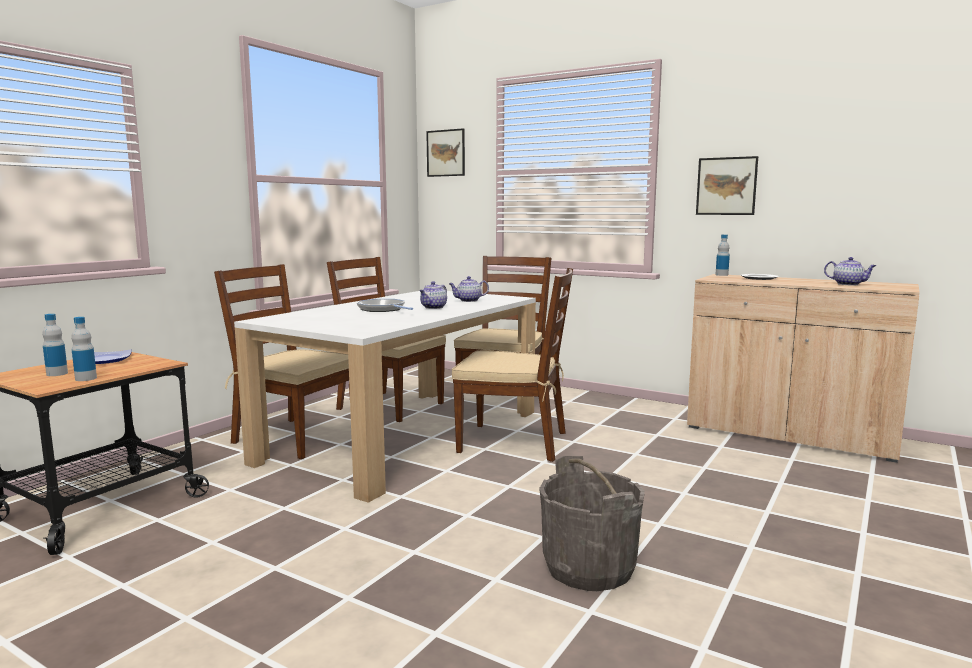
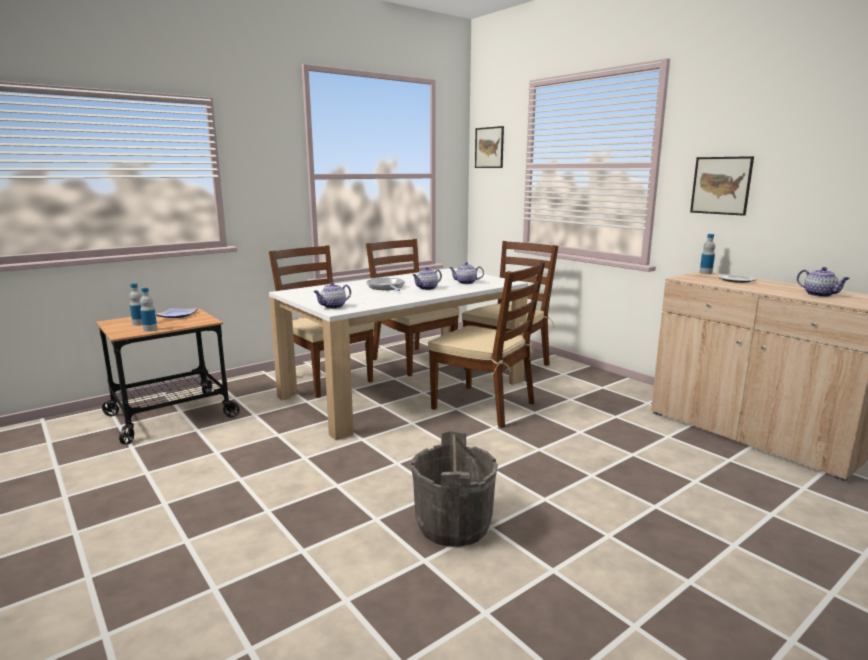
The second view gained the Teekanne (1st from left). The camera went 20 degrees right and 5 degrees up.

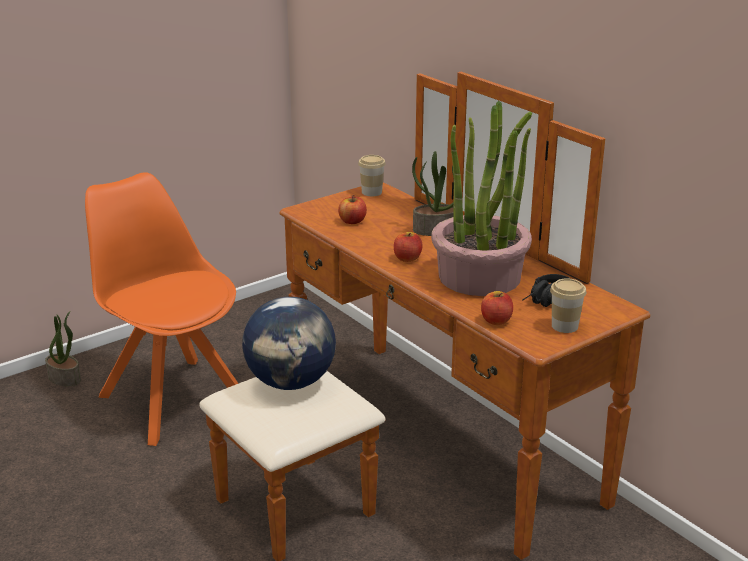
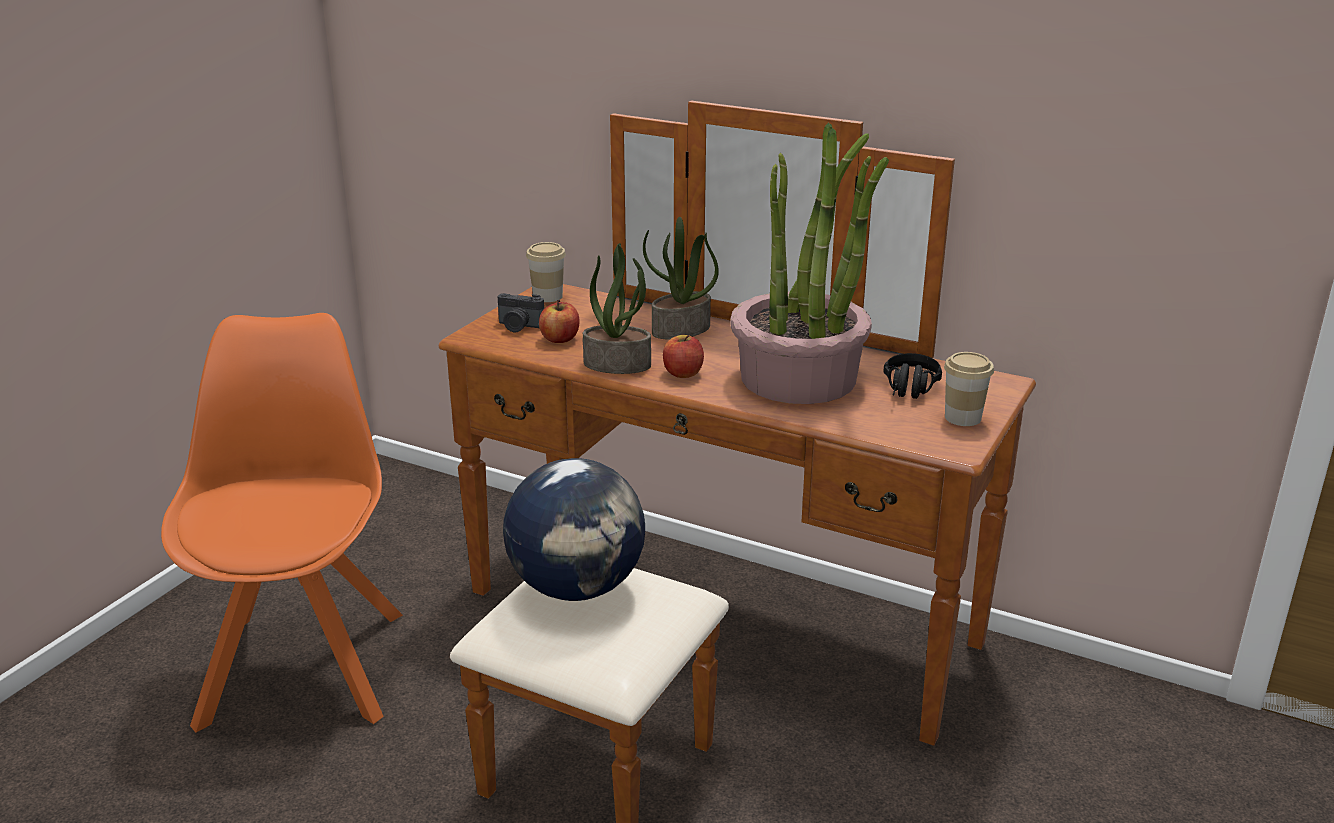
The second view lost the Apfel (3rd from left). The second view gained the Kamera. The Topfpflanze (1st from left) ended up elsewhere. The Stuhl [orange] ended up facing another way, 60 degrees clockwise from before. The camera went 25 degrees left and 0 degrees up.

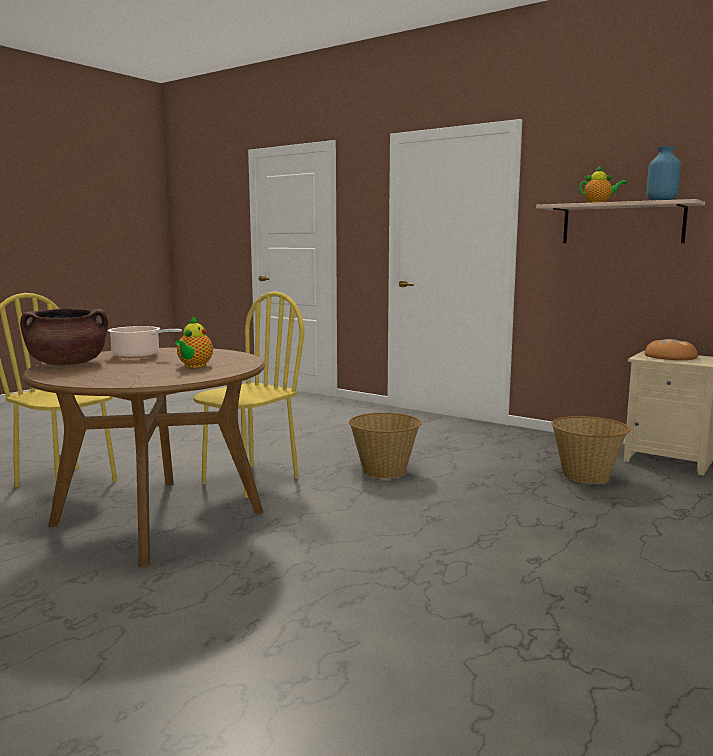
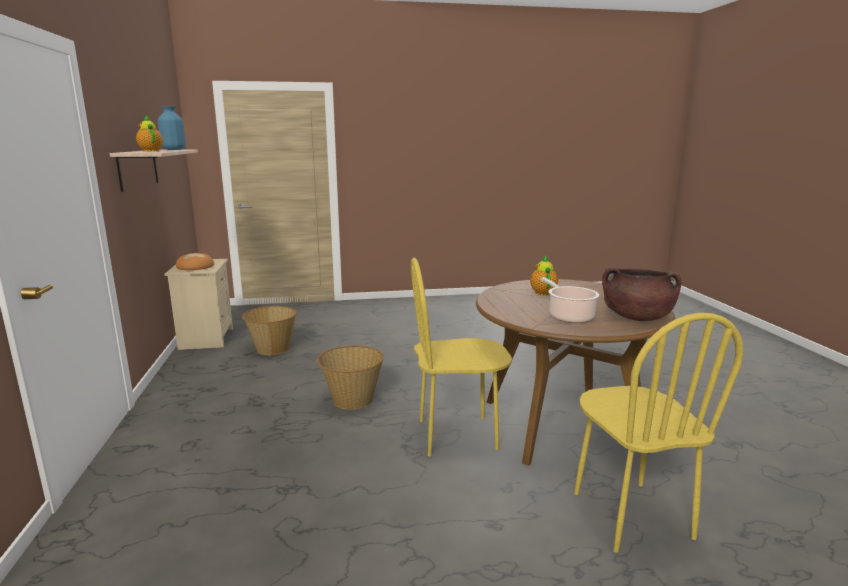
The Teekanne (1st from left in the first image) ended up facing another way, 60 degrees counterclockwise from before. The camera went 135 degrees left and 5 degrees up.

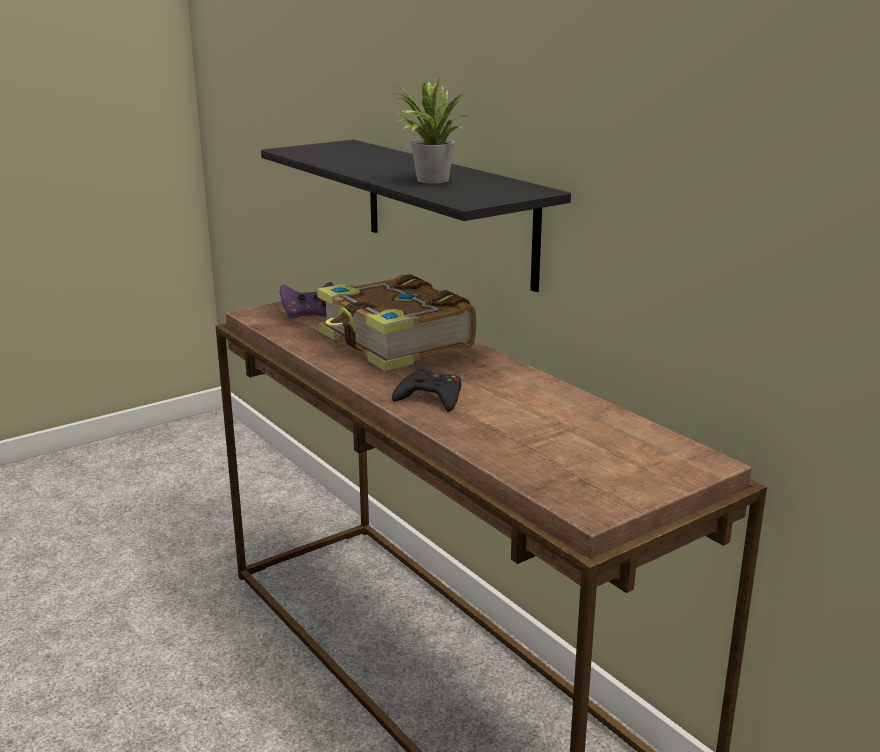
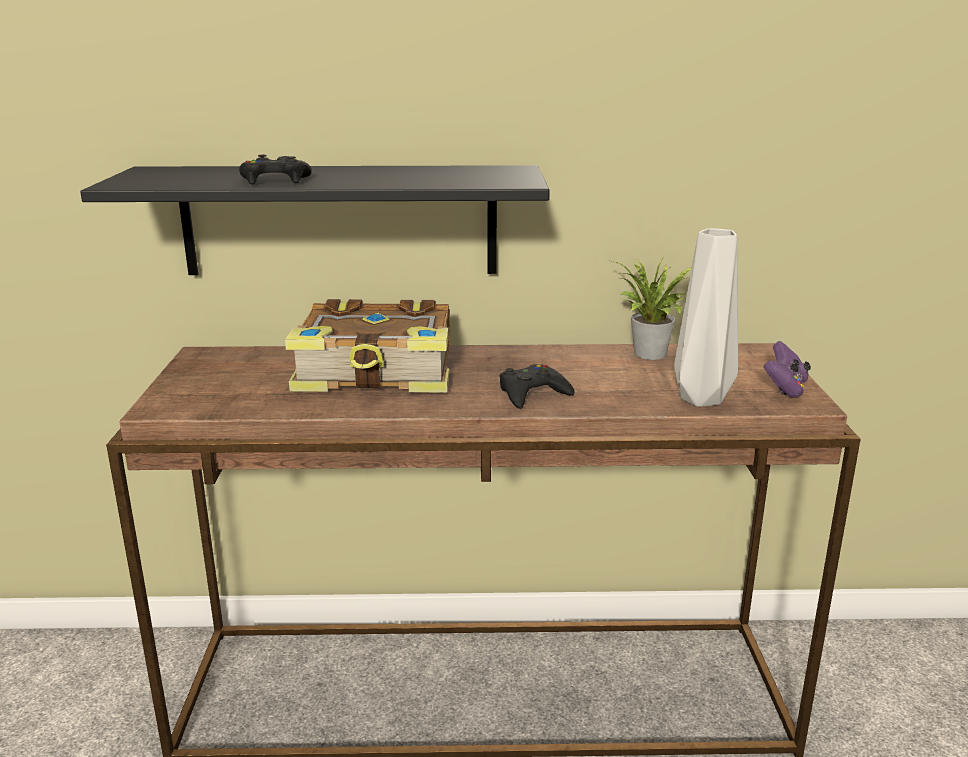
The second view gained the Gamepad [schwarz] (1st from left). The second view gained the Vase [grau]. The Gamepad [lila] ended up elsewhere. The Topfpflanze ended up elsewhere. The camera went 55 degrees left and 0 degrees up.

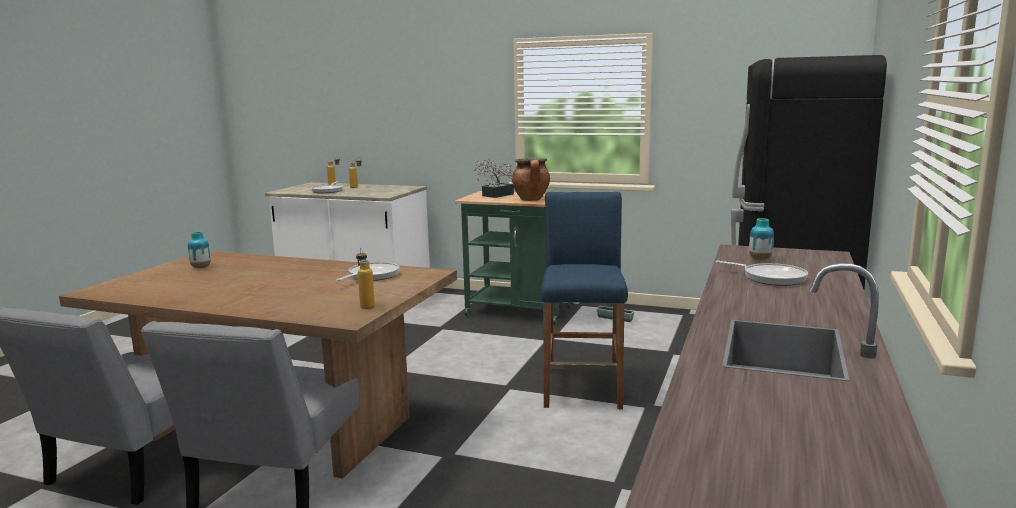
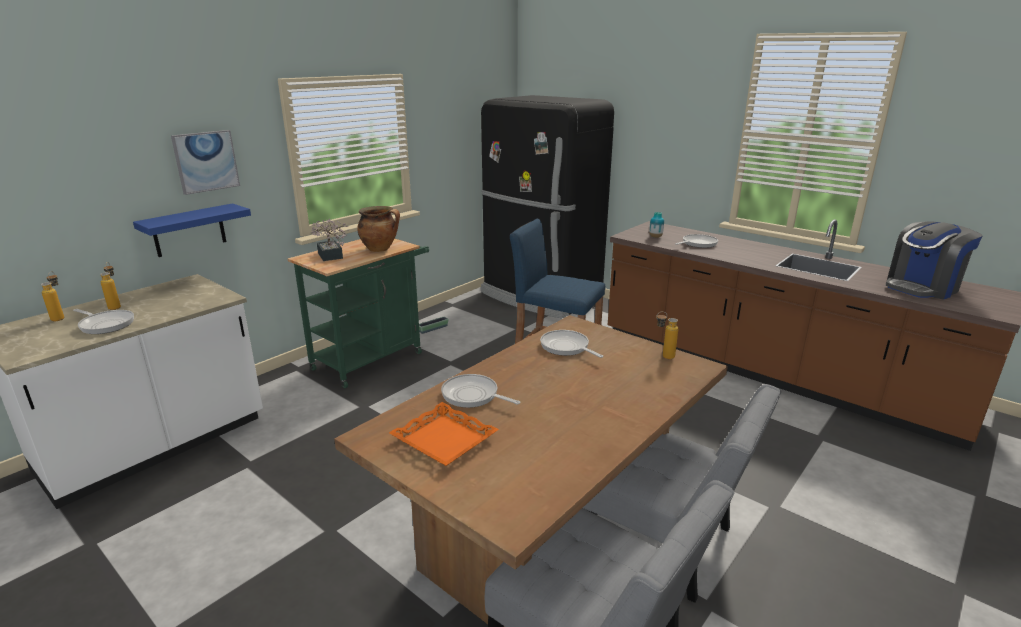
The second view gained the Wandregal [blau]. The second view gained the Bild. The second view gained the Pfanne (2nd from left). The second view gained the Kaffeemaschine. Where the Vase (1st from left) stood, the Tablett [orange] came to stand. The camera went 70 degrees left and 10 degrees up.

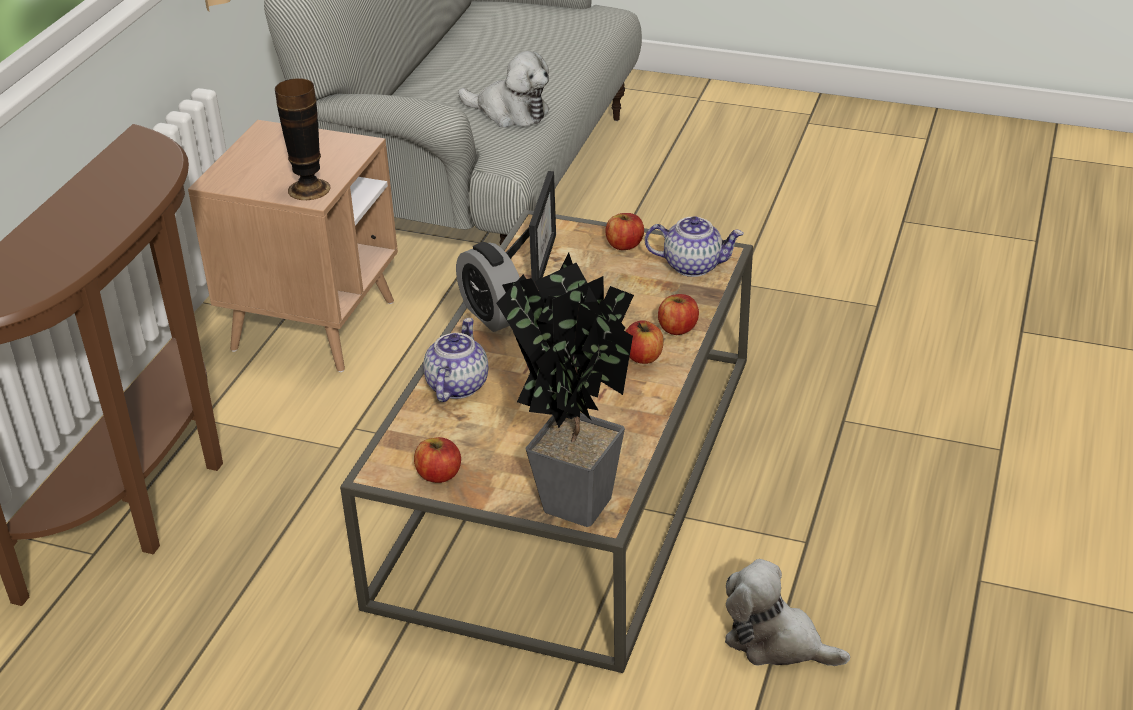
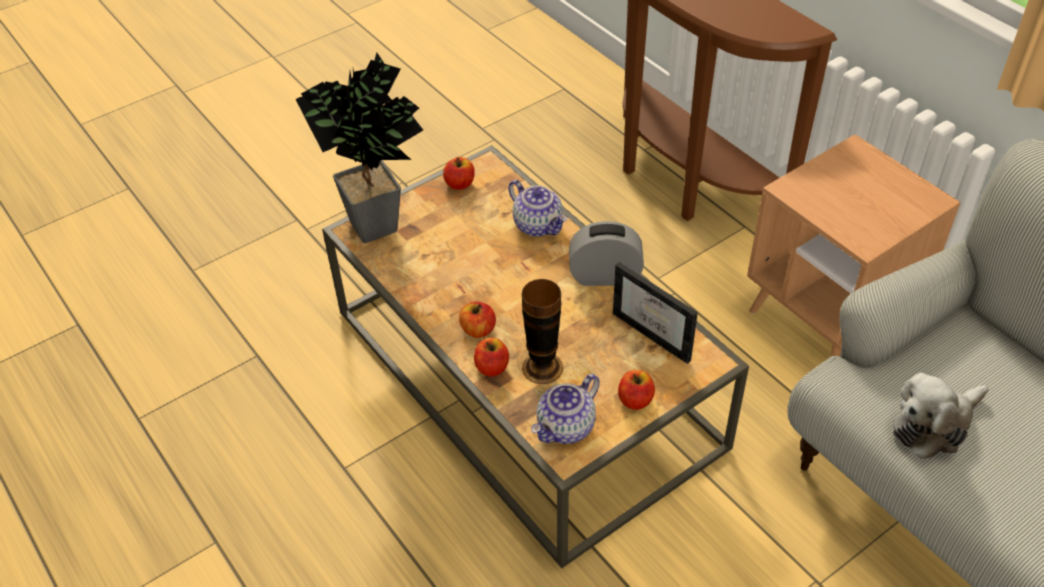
The second view lost the Plüschtier (2nd from left). The Vase ended up elsewhere. The camera went 125 degrees right and 10 degrees up.

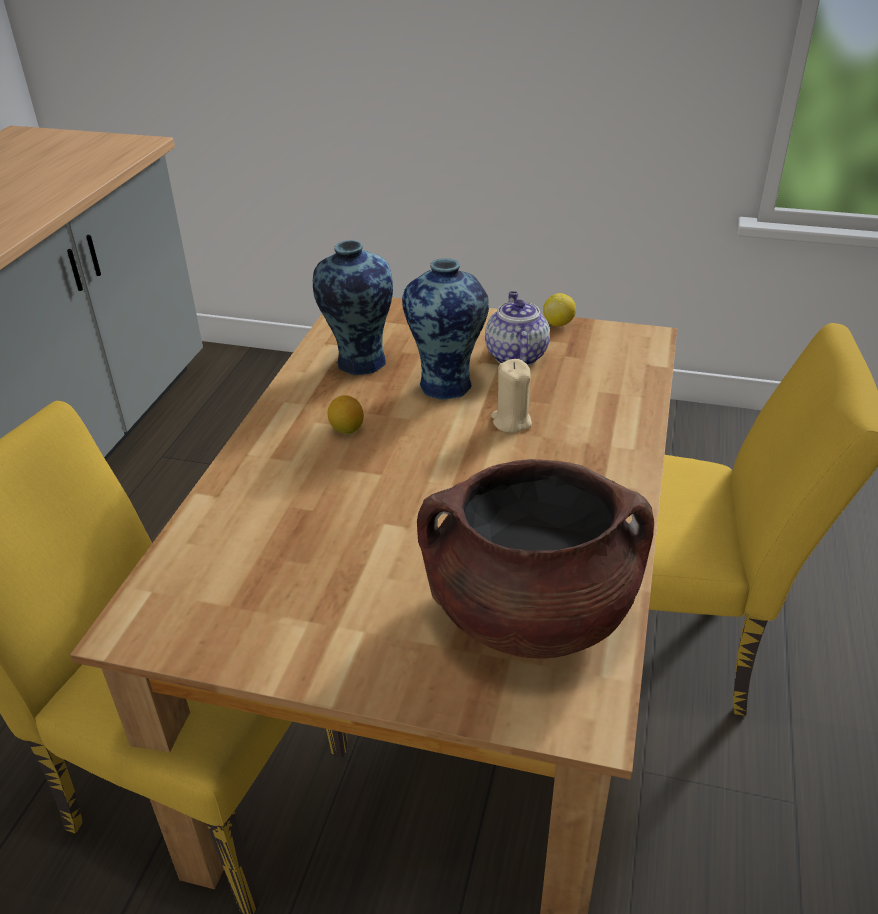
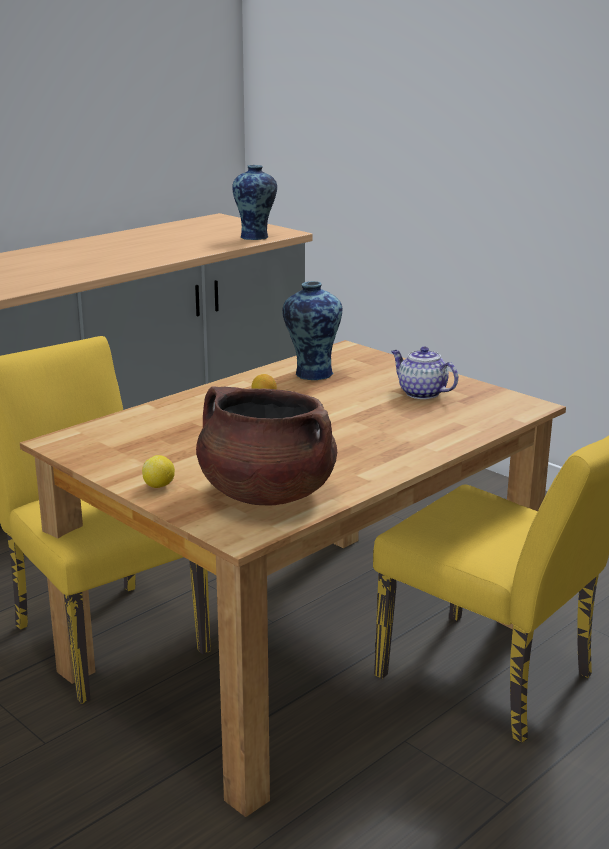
The second view lost the Kerze [beige]. The Vase (2nd from left in the first image) ended up elsewhere. The Zitrone (2nd from left in the first image) ended up elsewhere. The Teekanne ended up facing another way, 75 degrees counterclockwise from before. The camera went 30 degrees right and 15 degrees down.

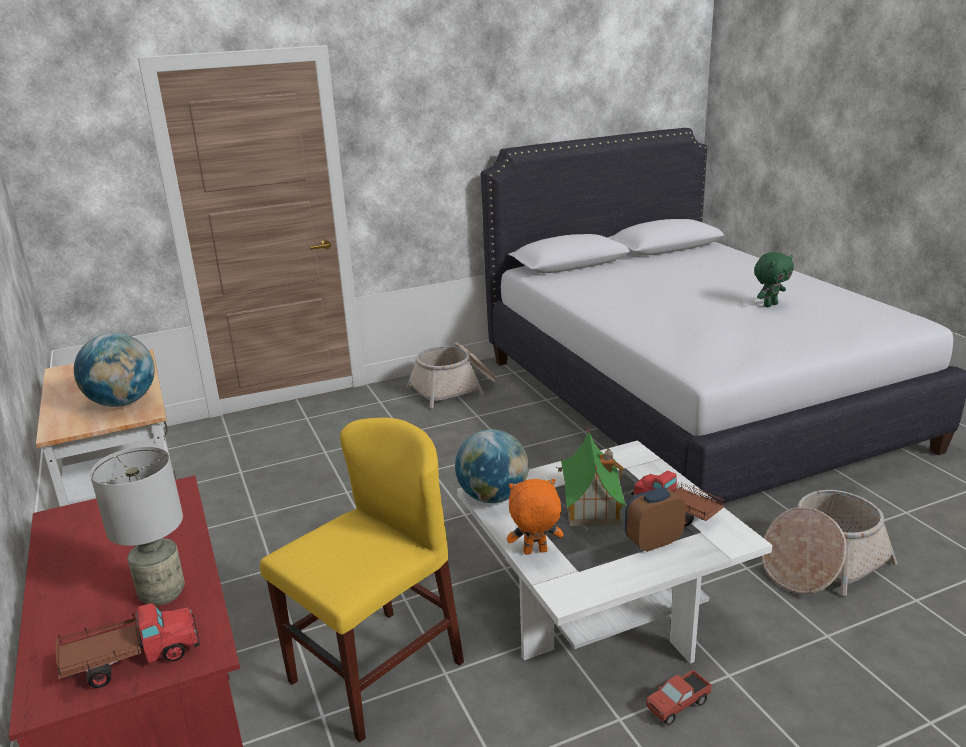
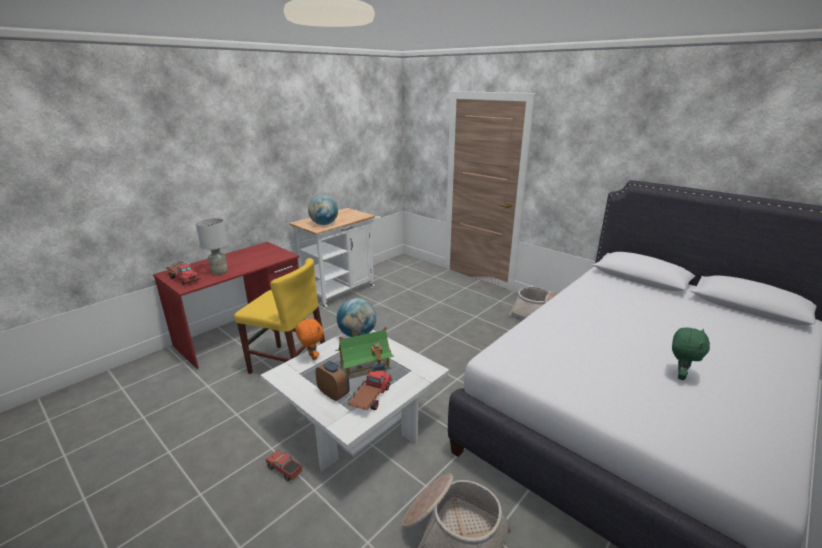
The Plüschtier [grün] ended up facing another way, 90 degrees counterclockwise from before. The camera went 65 degrees right and 0 degrees up.

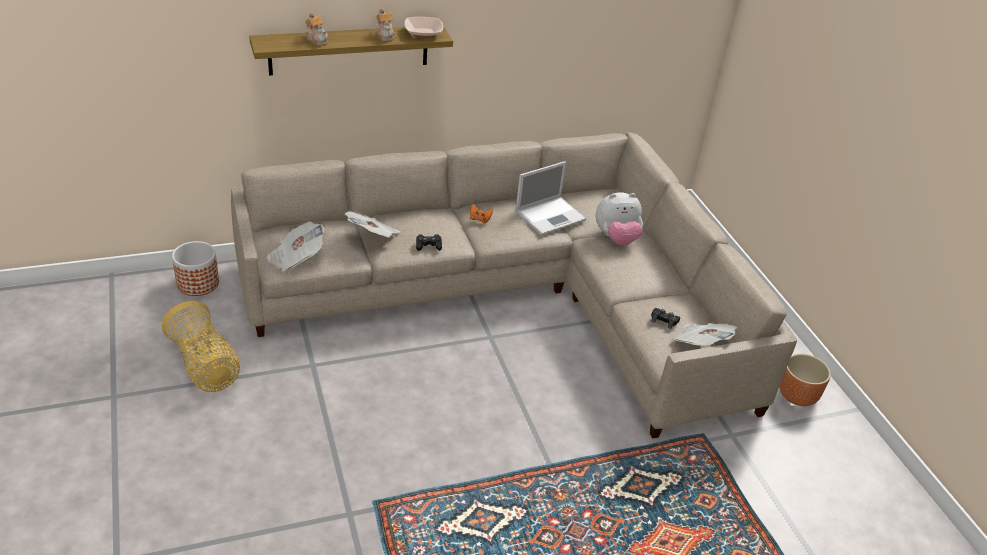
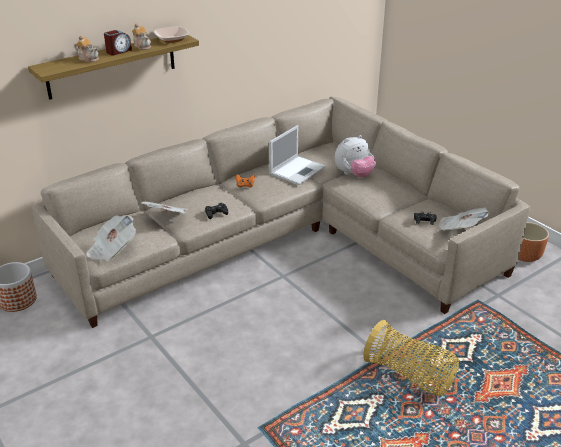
The second view gained the Wecker. The Korb ended up elsewhere. The camera went 15 degrees left and 5 degrees down.

